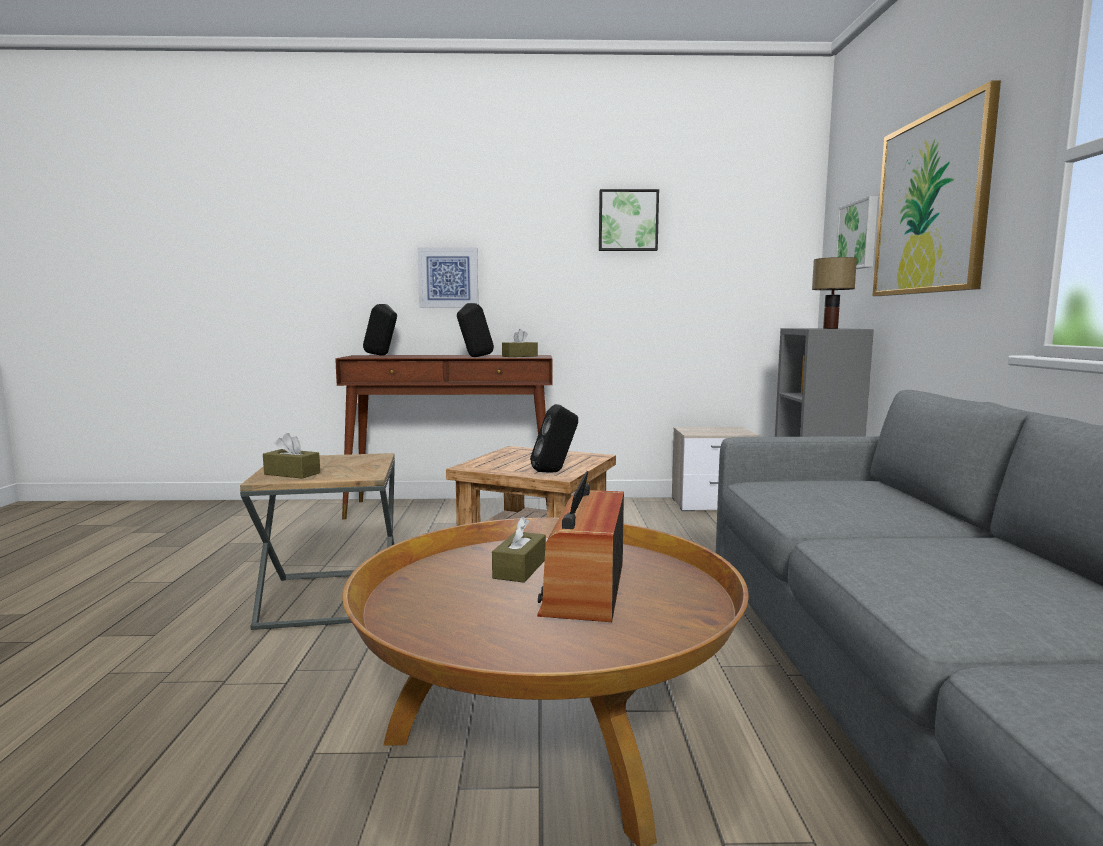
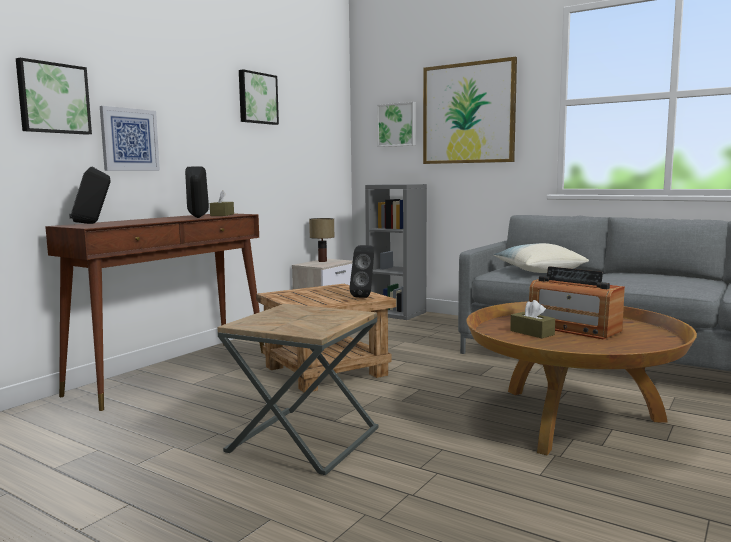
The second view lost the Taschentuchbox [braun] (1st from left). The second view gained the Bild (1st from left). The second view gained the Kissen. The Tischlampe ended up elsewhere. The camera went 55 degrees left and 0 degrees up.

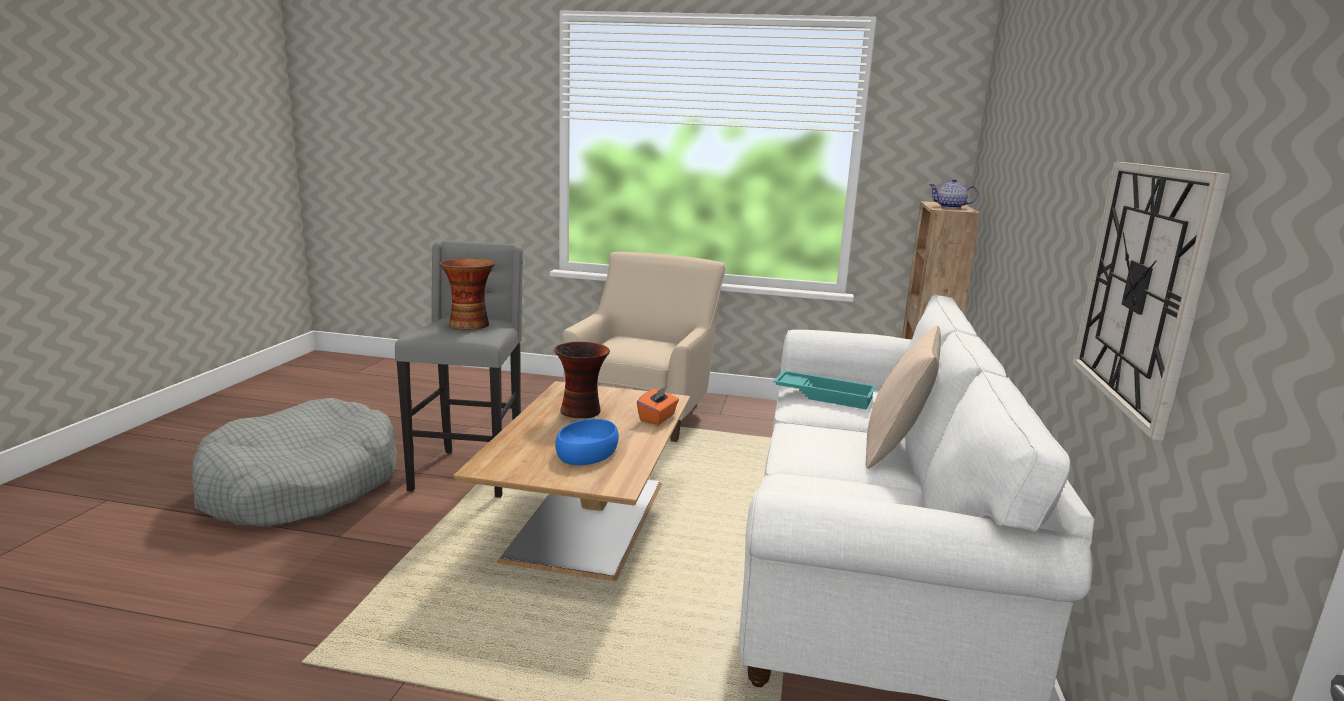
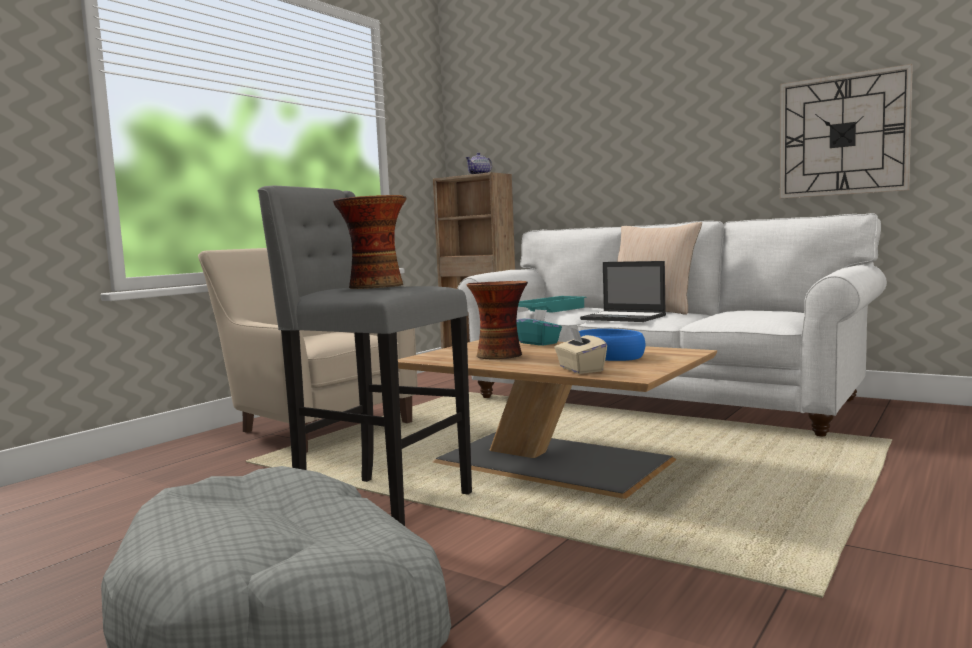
The second view gained the Taschentuchbox [beige]. The second view gained the Laptop. What was the Taschentuchbox [orange] turned into the Taschentuchbox [türkis]. The camera went 65 degrees left and 10 degrees down.

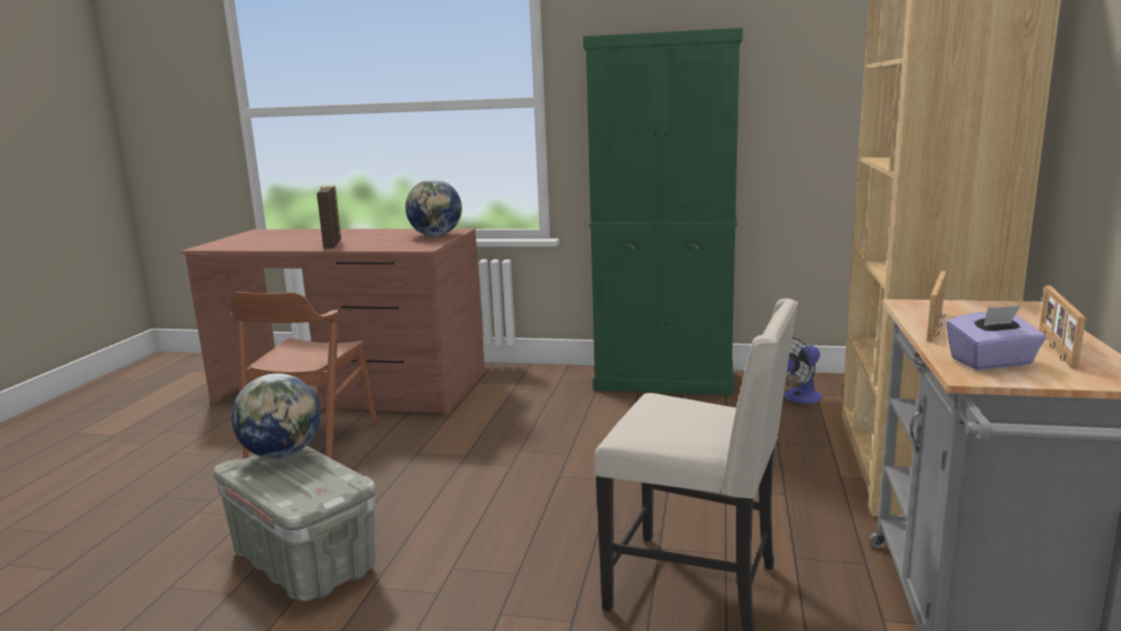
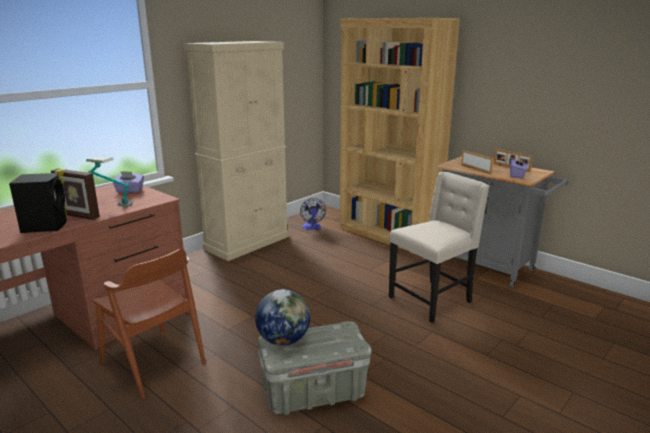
The second view gained the Lautsprecher [schwarz]. The second view gained the Tischlampe. Where the Globus (2nd from left) stood, the Taschentuchbox [lila] (1st from left) came to stand. What was the Schrank [grün] turned into the Schrank [beige]. The camera went 60 degrees left and 5 degrees up.

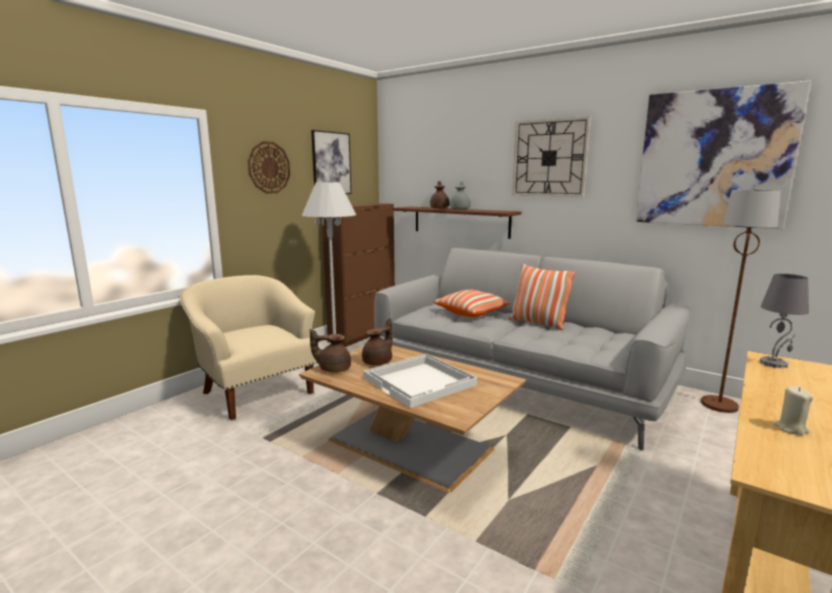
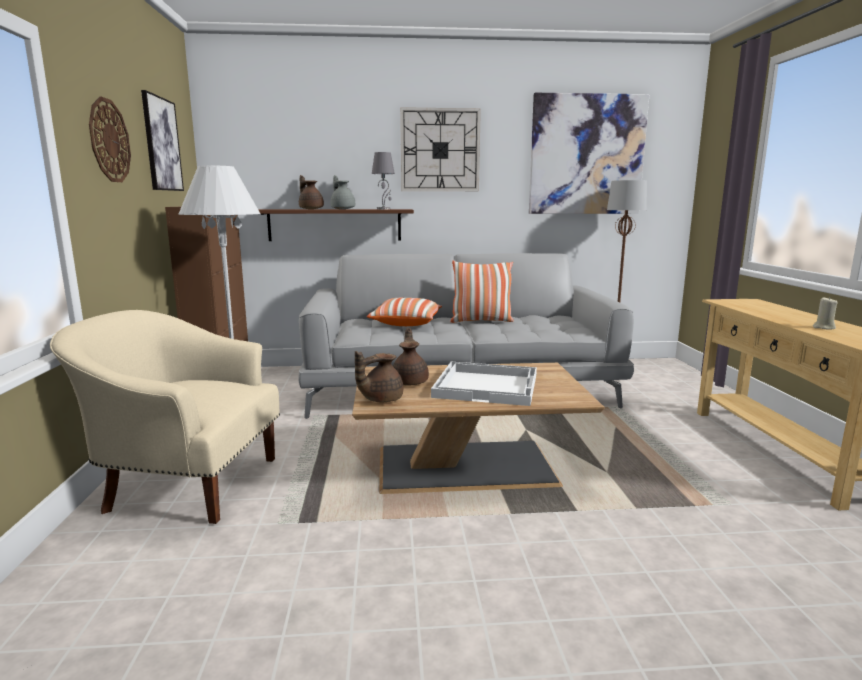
The Tischlampe [grau] ended up elsewhere. The camera went 40 degrees left and 0 degrees up.

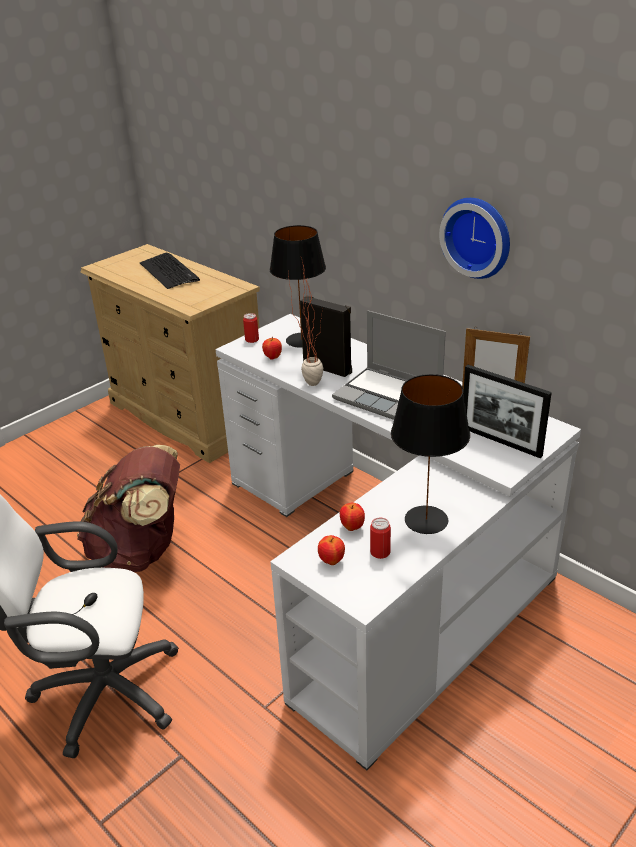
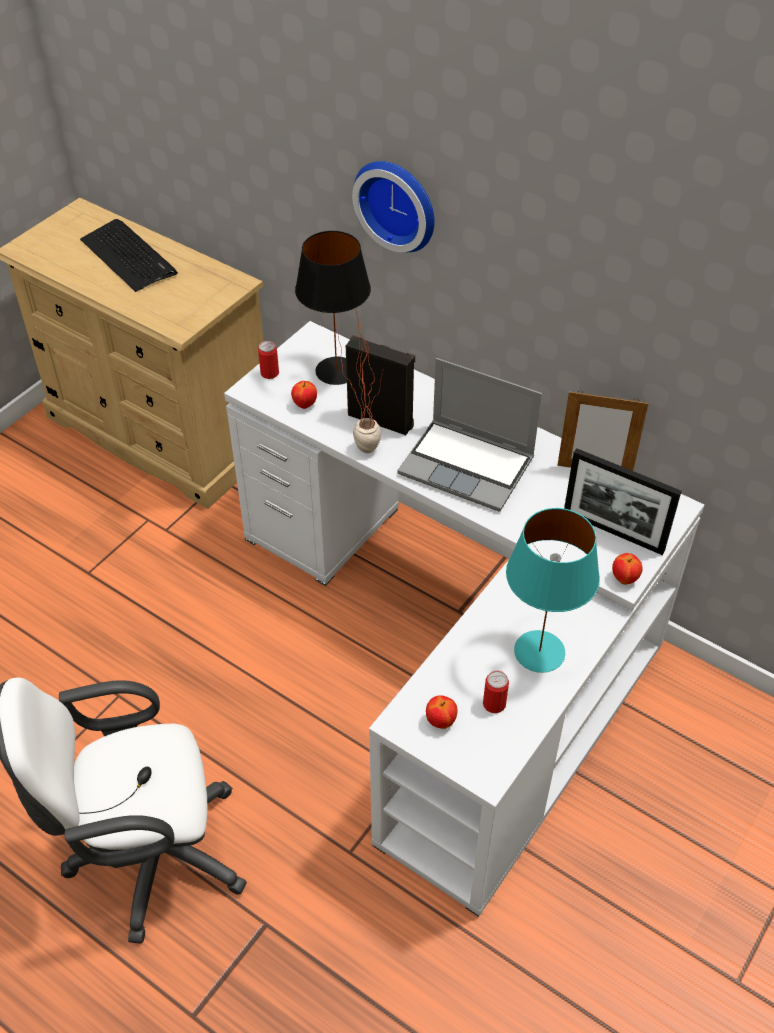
The second view lost the Rucksack [braun]. The Apfel (3rd from left) ended up elsewhere. The Wanduhr ended up elsewhere. What was the Tischlampe [schwarz] (2nd from left) turned into the Tischlampe [türkis]. The camera went 10 degrees left and 15 degrees up.

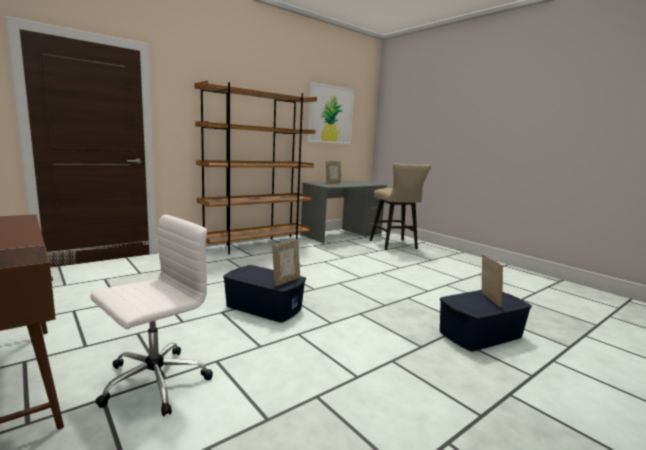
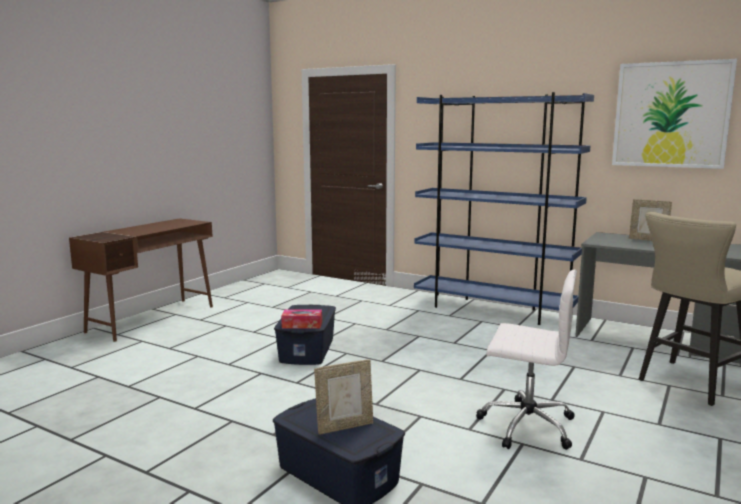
The Bürostuhl [weiß] ended up elsewhere. Where the Bilderrahmen (1st from left) stood, the Taschentuchbox came to stand. What was the Bücherregal [braun] turned into the Bücherregal [blau]. The camera went 70 degrees right and 0 degrees up.

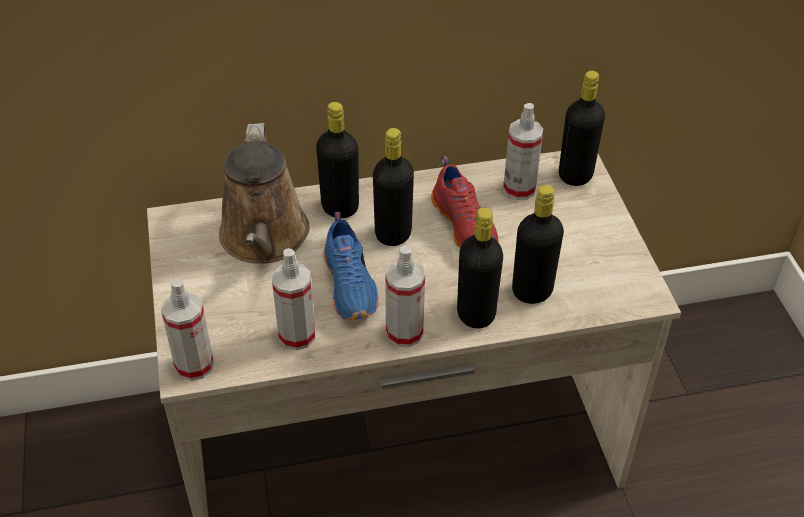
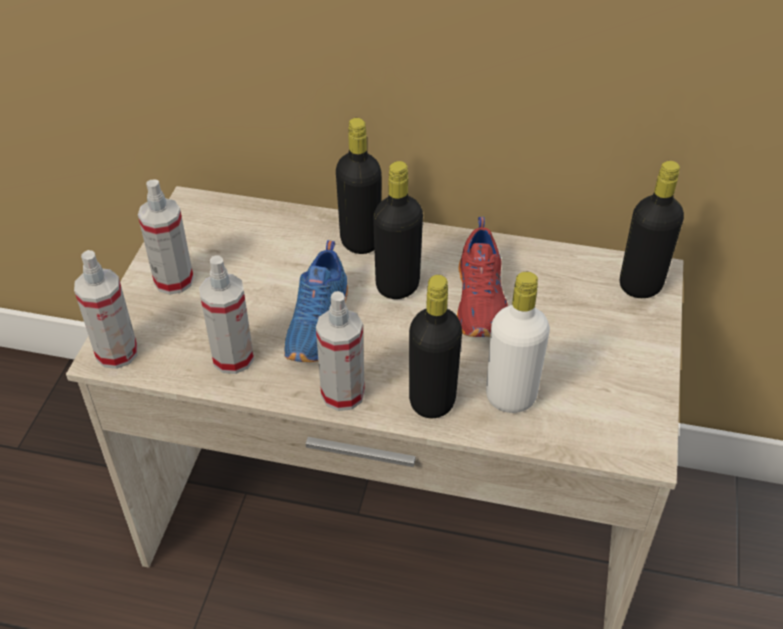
The second view lost the Gießkanne [braun]. The Sprühflasche (4th from left in the first image) ended up elsewhere. What was the Flasche [schwarz] (4th from left) turned into the Flasche [weiß]. The camera went 25 degrees right and 0 degrees up.

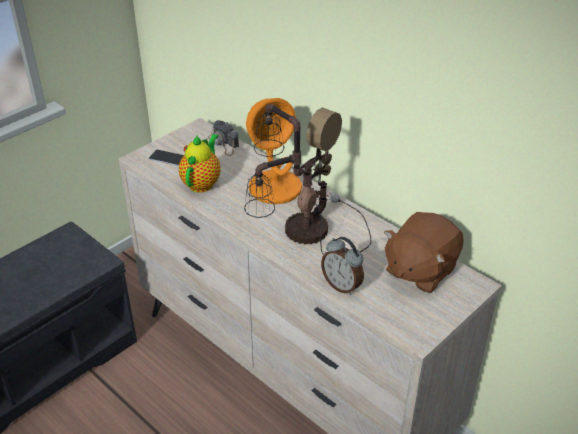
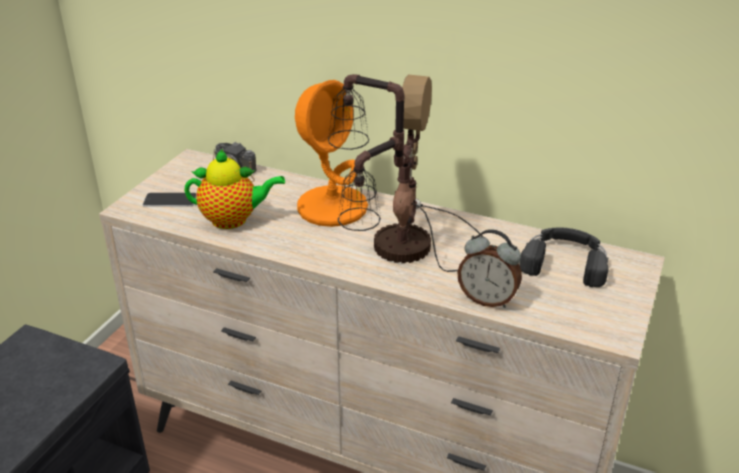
Where the Plüschtier [braun] stood, the Kopfhörer [schwarz] came to stand. The Teekanne ended up facing another way, 90 degrees clockwise from before. The camera went 20 degrees left and 5 degrees down.

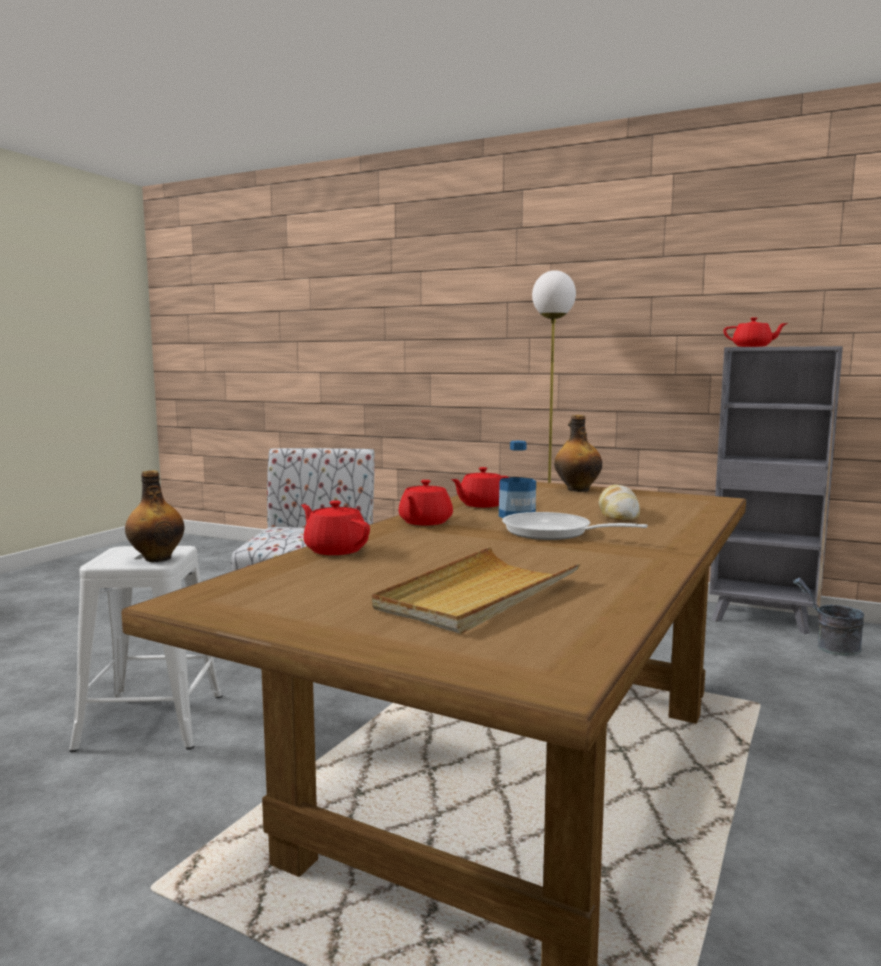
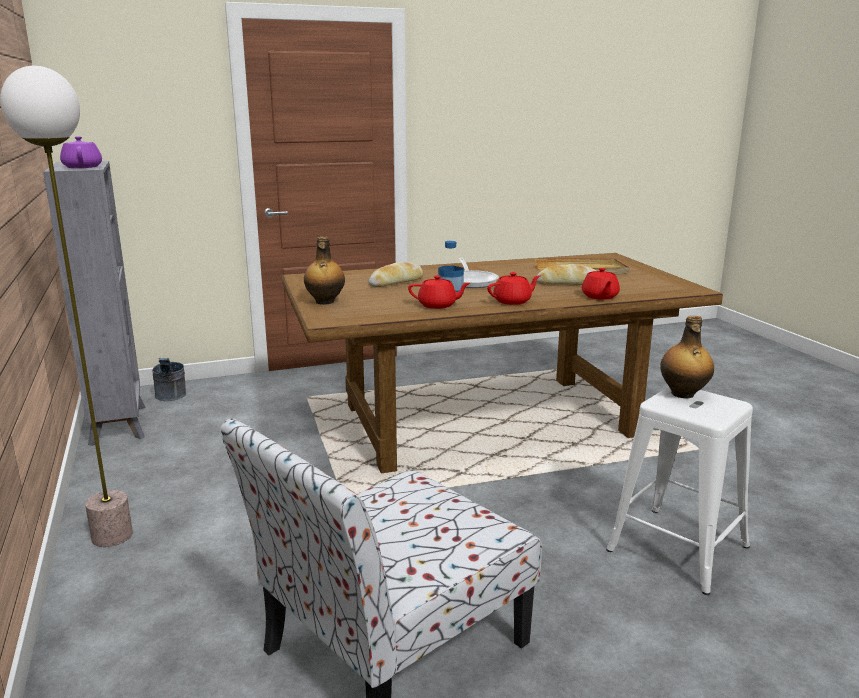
The second view gained the Brot (2nd from left). What was the Teekanne [rot] (4th from left) turned into the Teekanne [lila]. The camera went 135 degrees left and 10 degrees up.

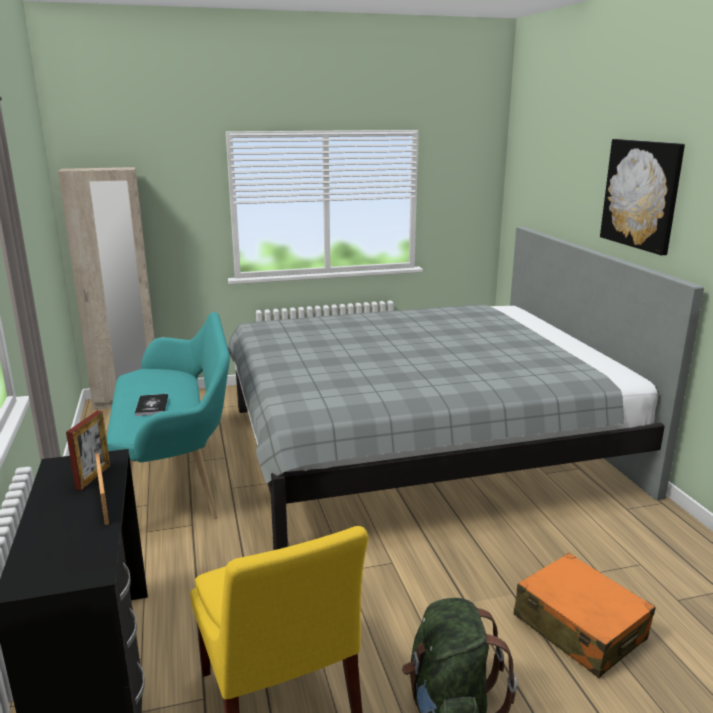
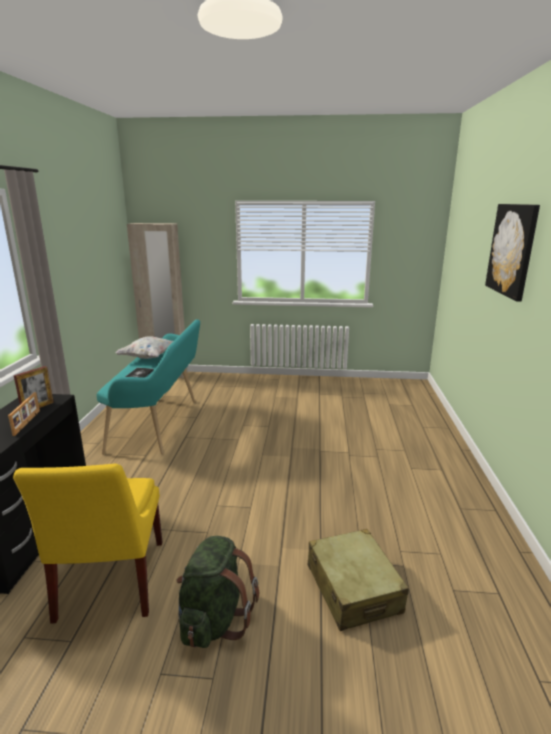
The second view lost the Bett [grau]. The second view gained the Kissen [weiß]. What was the Koffer [orange] turned into the Koffer [beige]. The camera went 20 degrees right and 0 degrees up.

